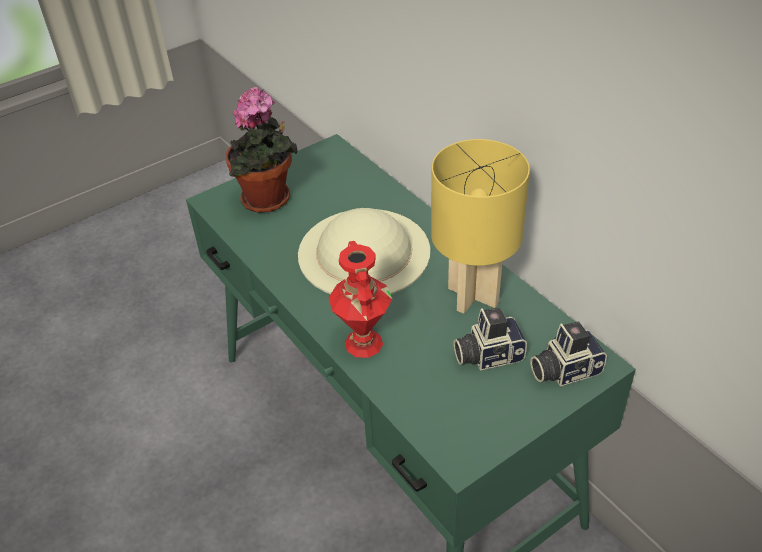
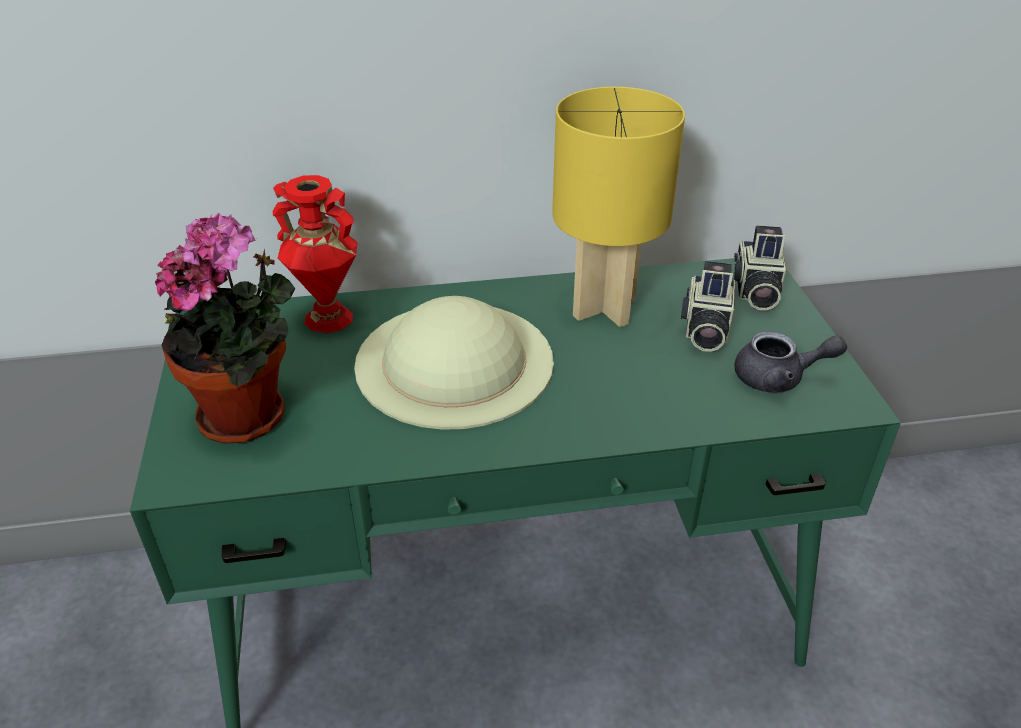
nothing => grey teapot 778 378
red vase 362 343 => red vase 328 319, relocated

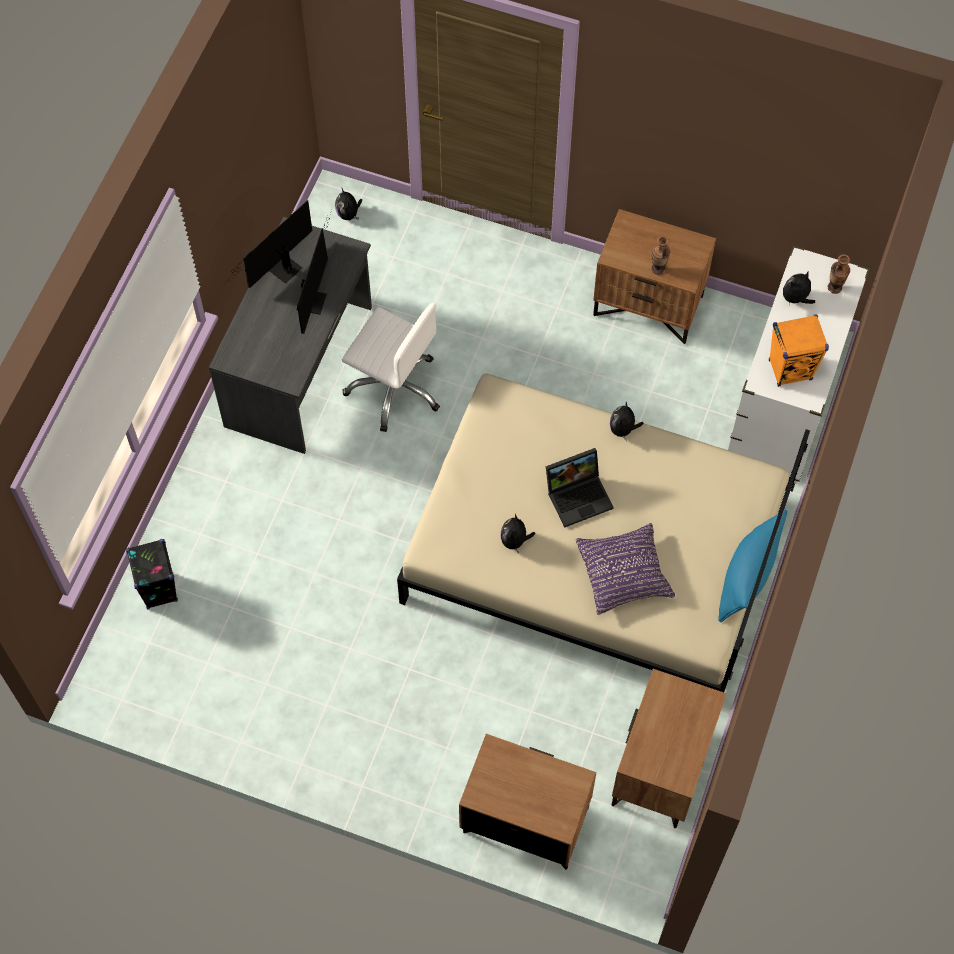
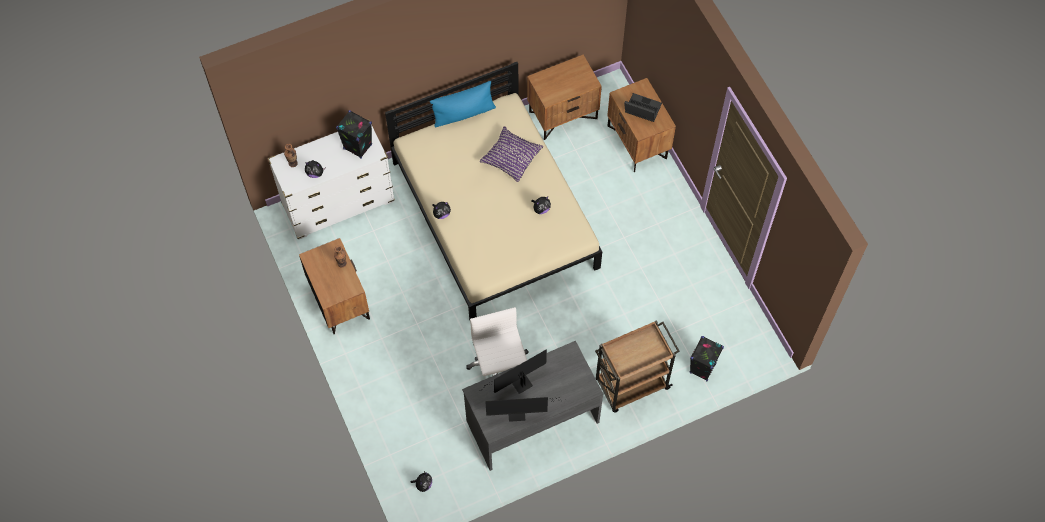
nothing => brown cart 631 385
laptop 579 495 => laptop 641 110, relocated
orange speaker 790 370 => black speaker 357 147

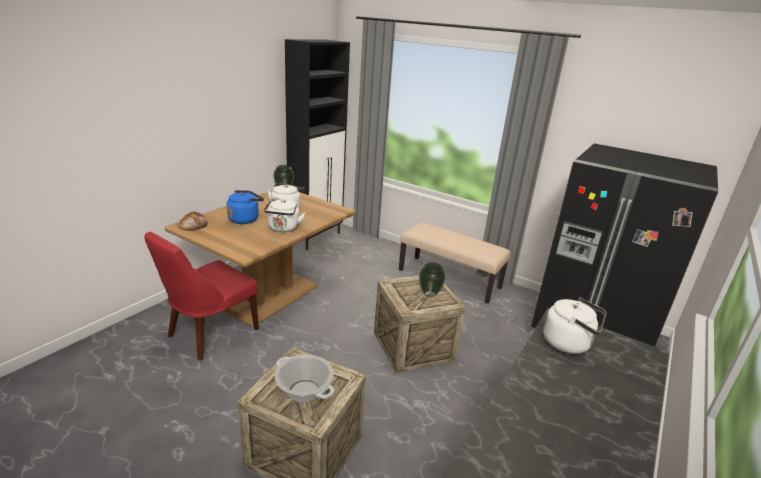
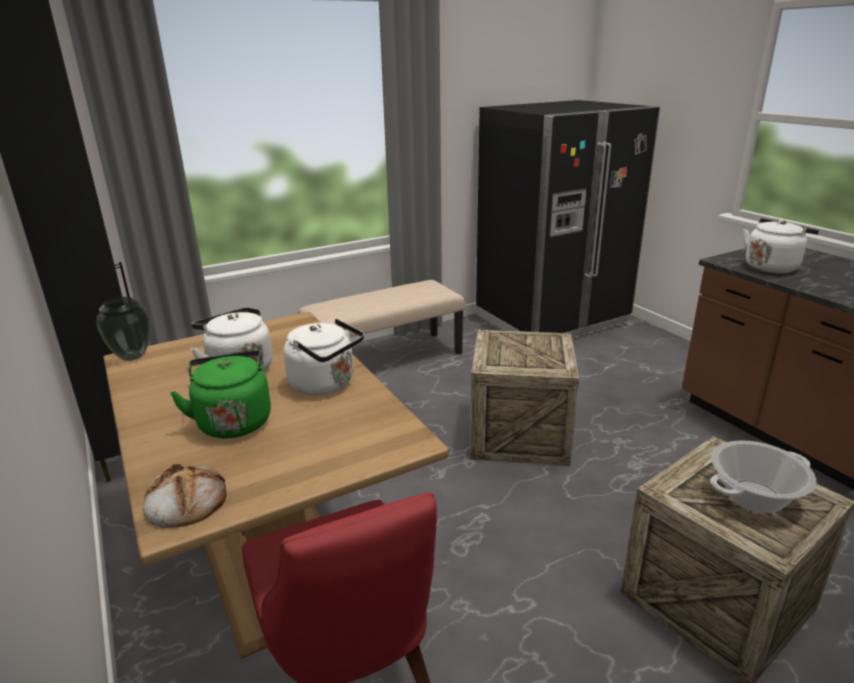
vase 429 294 => nothing
blue kettle 245 219 => green kettle 233 421

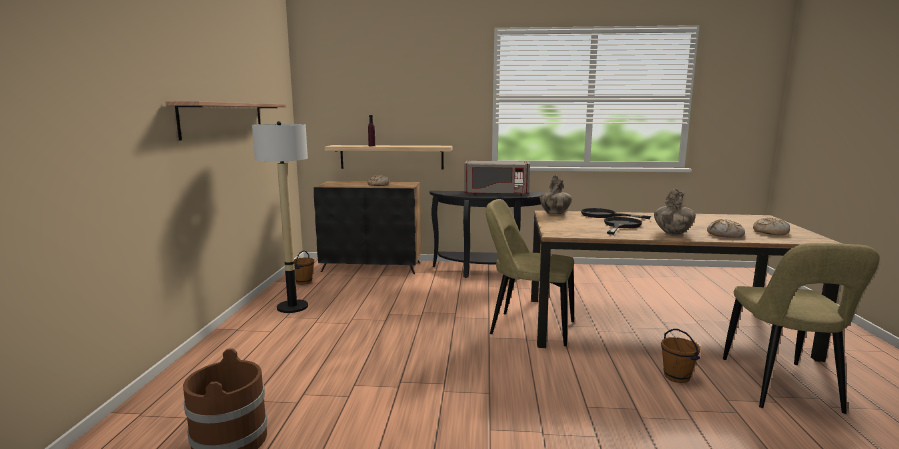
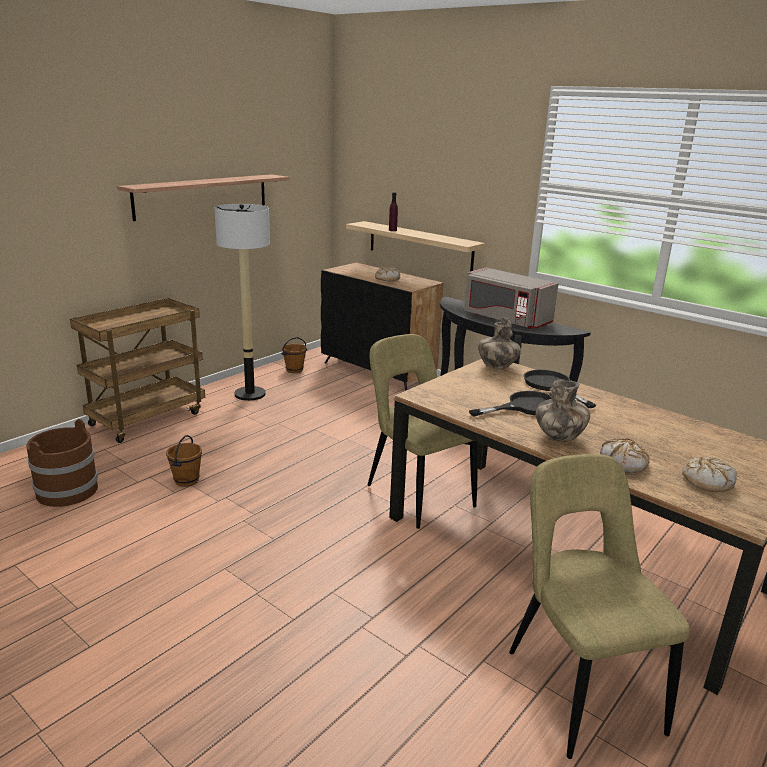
nothing => brown cart 148 418
brown bucket 677 377 => brown bucket 187 481, relocated
beige chair 781 388 => beige chair 578 685, 120 degrees clockwise

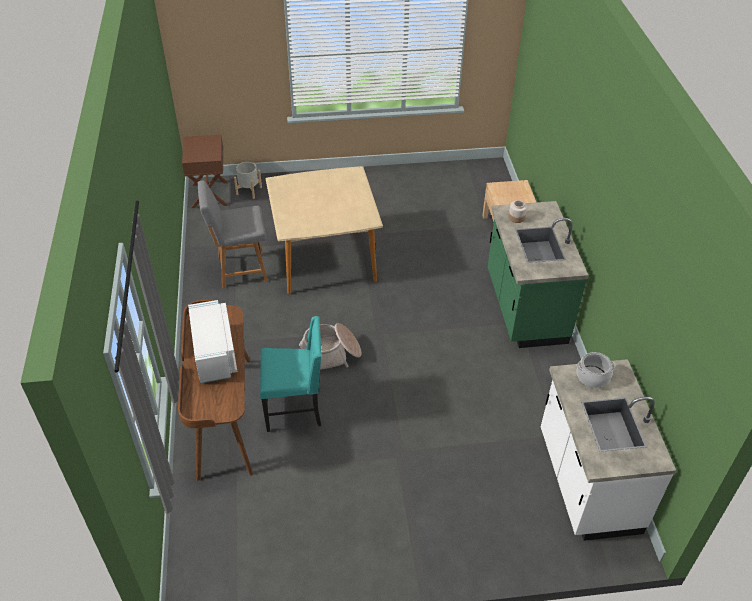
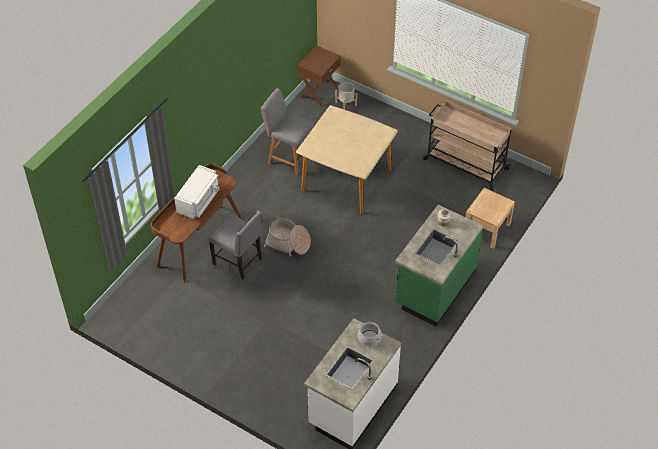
nothing => beige cart 464 164
turquoise chair 295 409 => grey chair 239 261

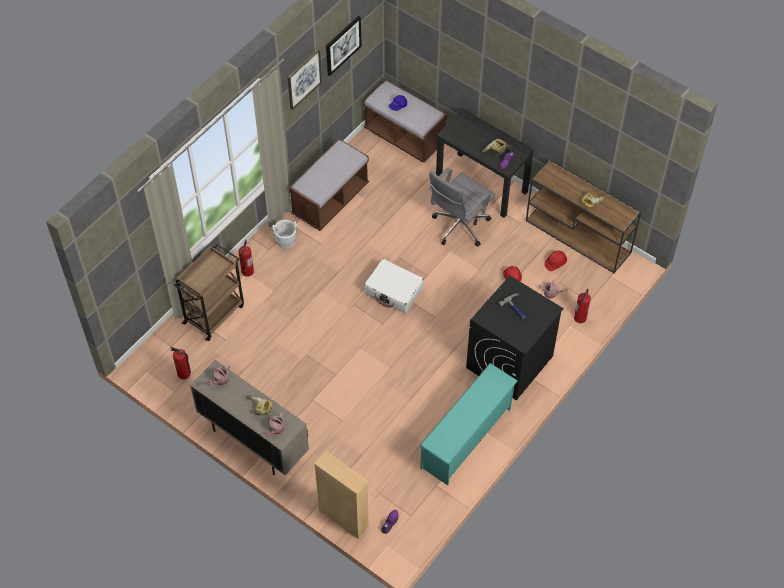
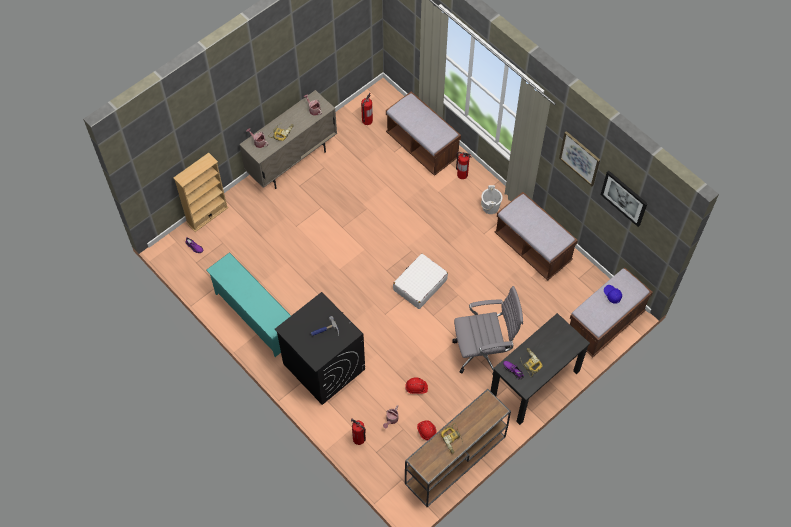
brown cart 214 313 => brown bench 422 146
grey office chair 458 227 => grey office chair 483 352, 120 degrees clockwise

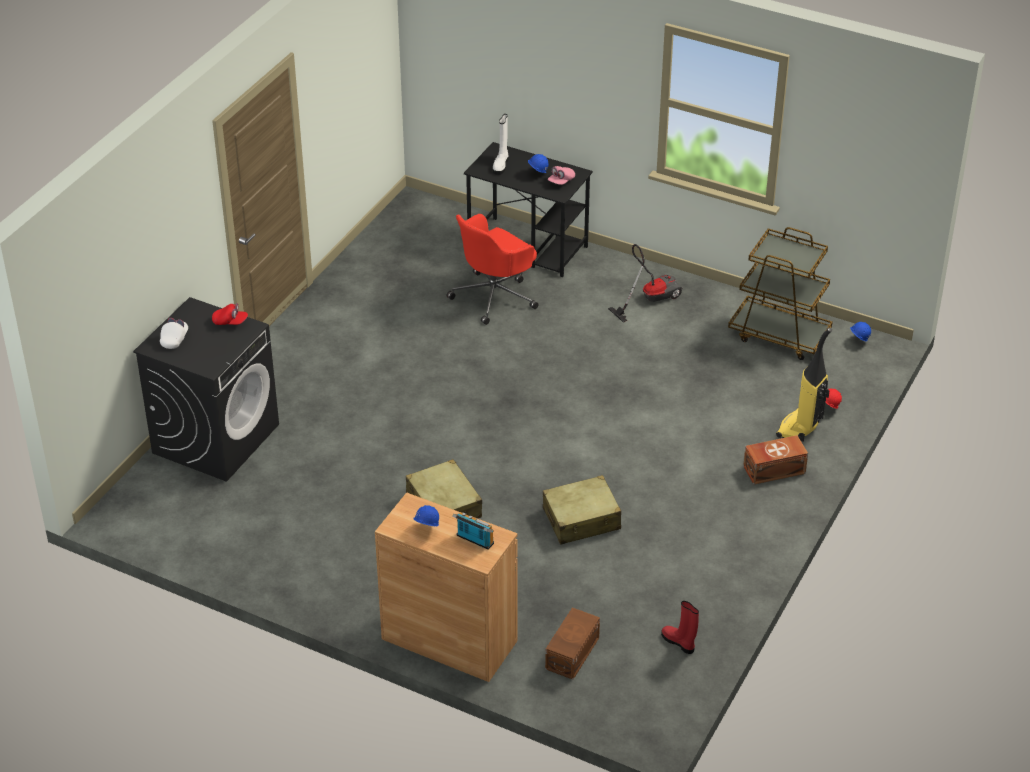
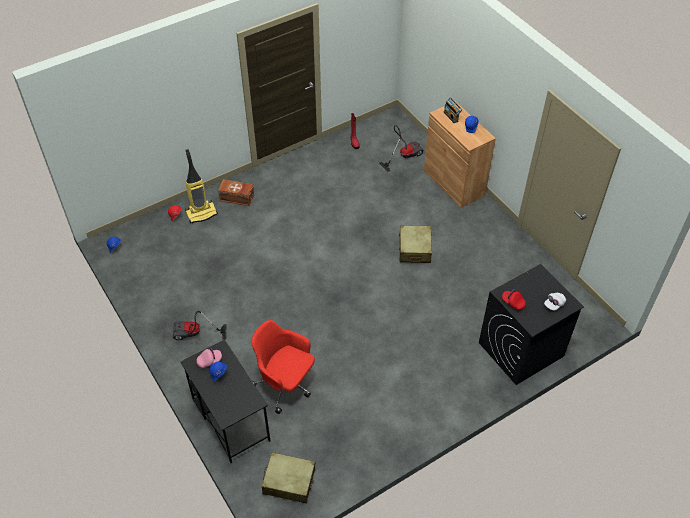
white boot 501 165 => nothing
brown cart 779 335 => nothing
beige suitcase 582 519 => beige suitcase 289 481, relocated
brown storage box 571 653 => vacuum cleaner 404 156
red office chair 495 296 => red office chair 285 384, 135 degrees counterclockwise

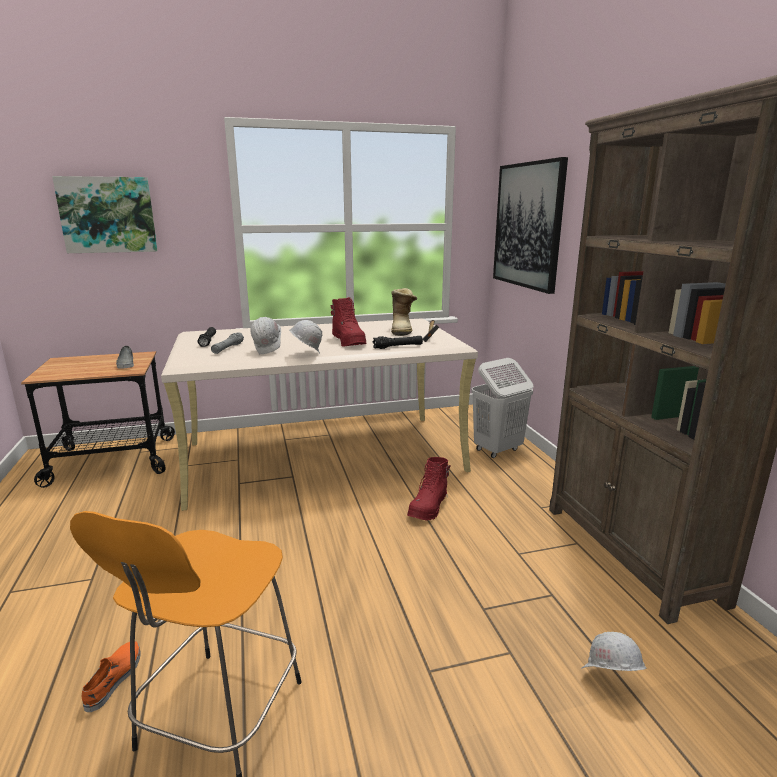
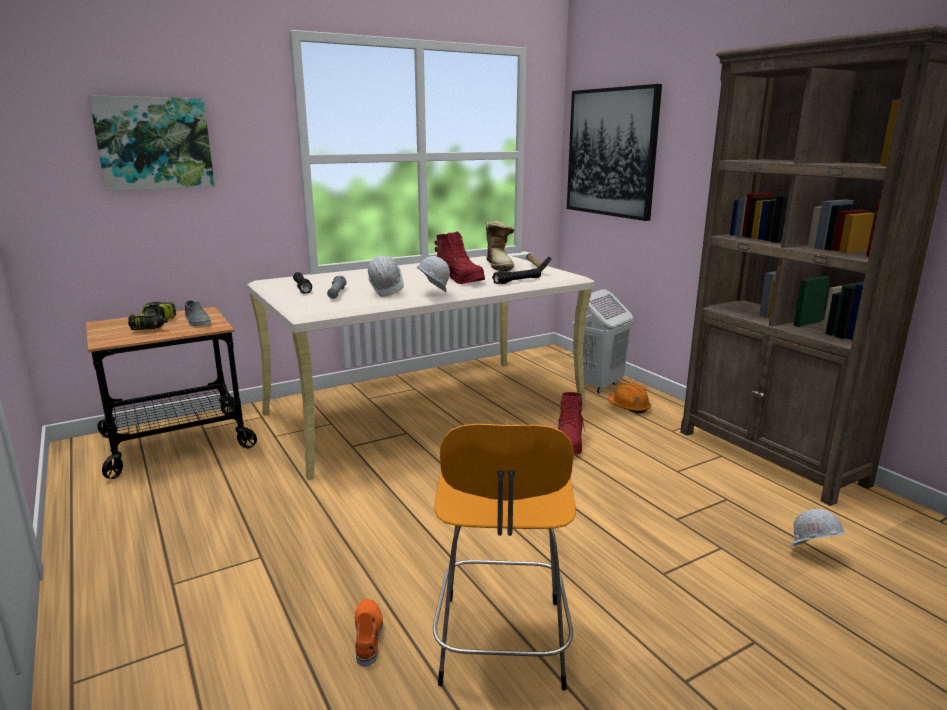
nothing => power drill 155 325
nothing => orange hard hat 629 407

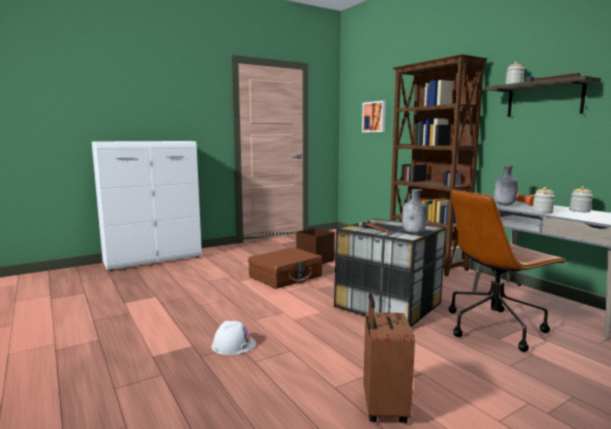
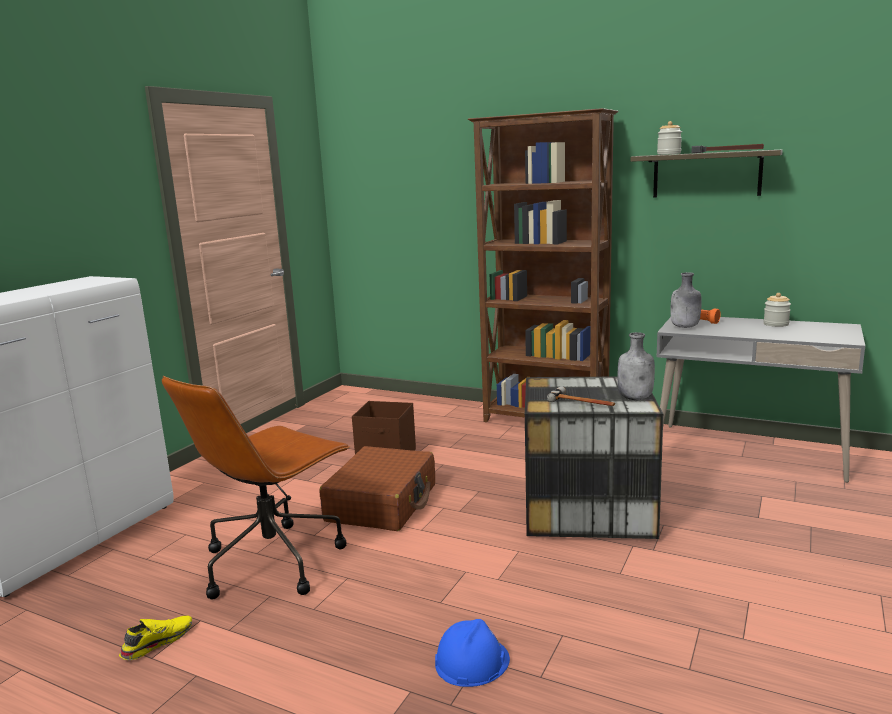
picture 374 117 => nothing
brown suitcase 383 408 => nothing
jar 542 212 => nothing
nothing => yellow shoe 157 642
brown office chair 494 327 => brown office chair 274 560, relocated
white hard hat 233 345 => blue hard hat 472 661

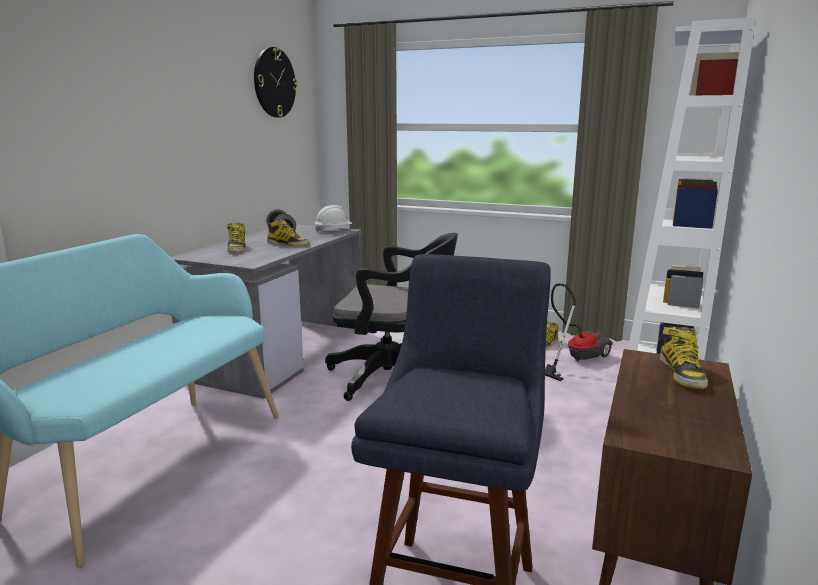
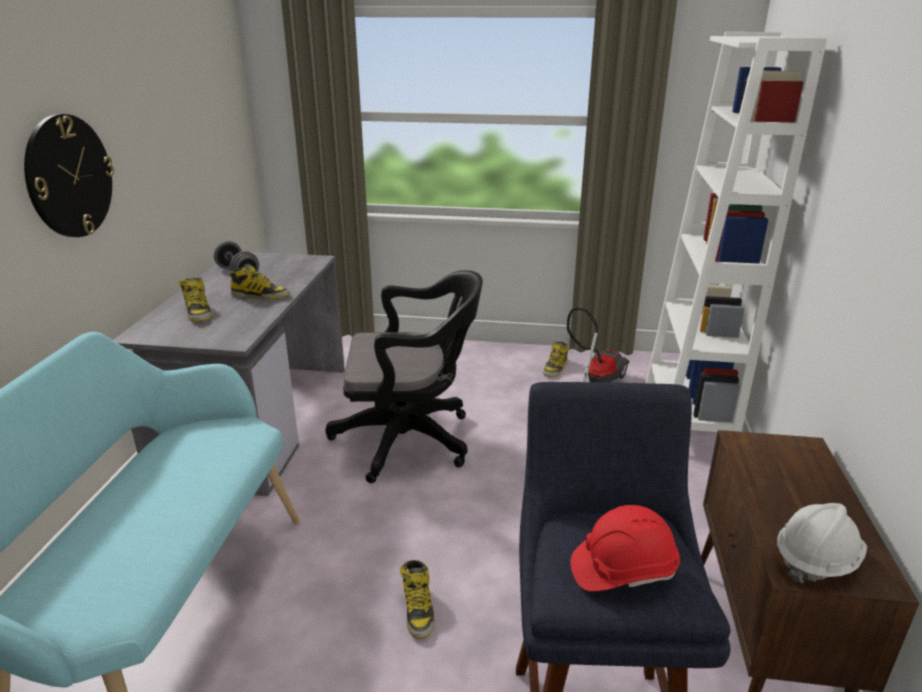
nothing => red hard hat 622 569
wall clock 274 82 => wall clock 69 176, relocated
white hard hat 333 230 => white hard hat 815 561, relocated
boot 682 374 => boot 418 609, relocated

